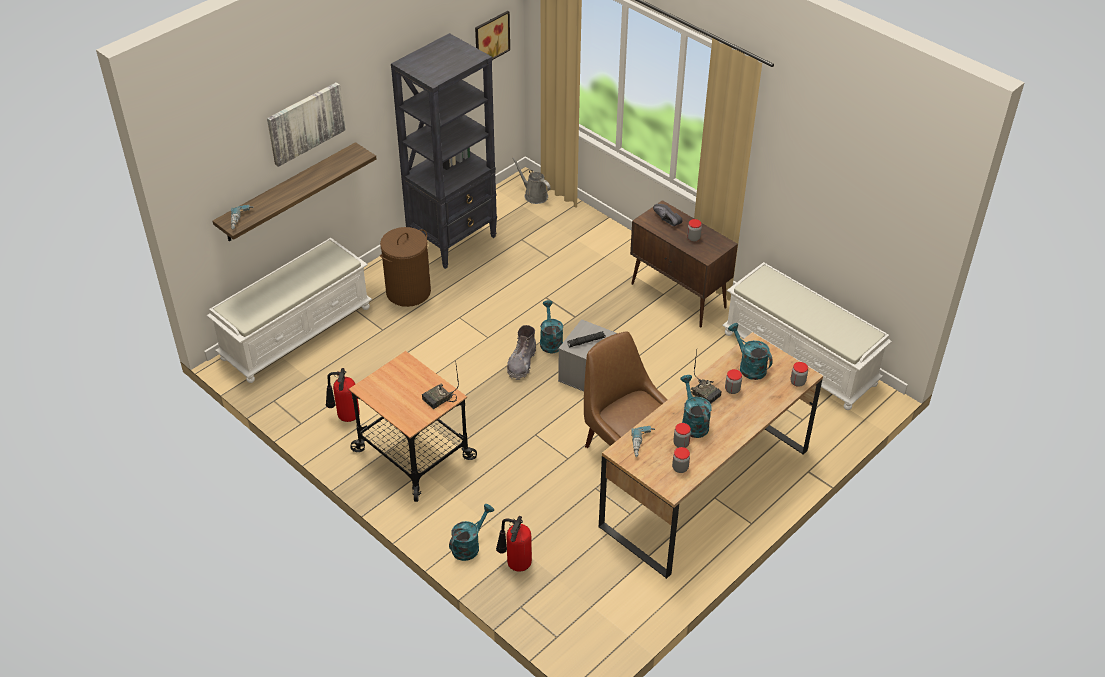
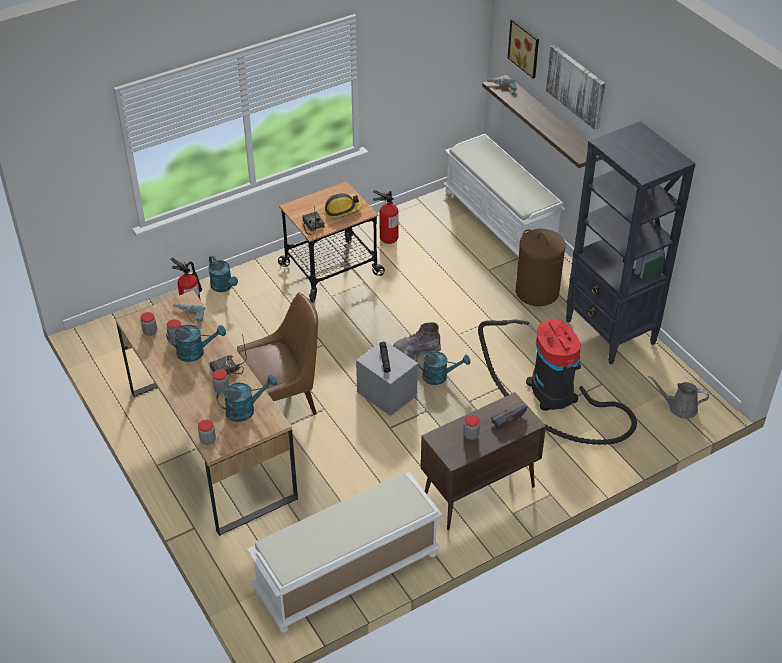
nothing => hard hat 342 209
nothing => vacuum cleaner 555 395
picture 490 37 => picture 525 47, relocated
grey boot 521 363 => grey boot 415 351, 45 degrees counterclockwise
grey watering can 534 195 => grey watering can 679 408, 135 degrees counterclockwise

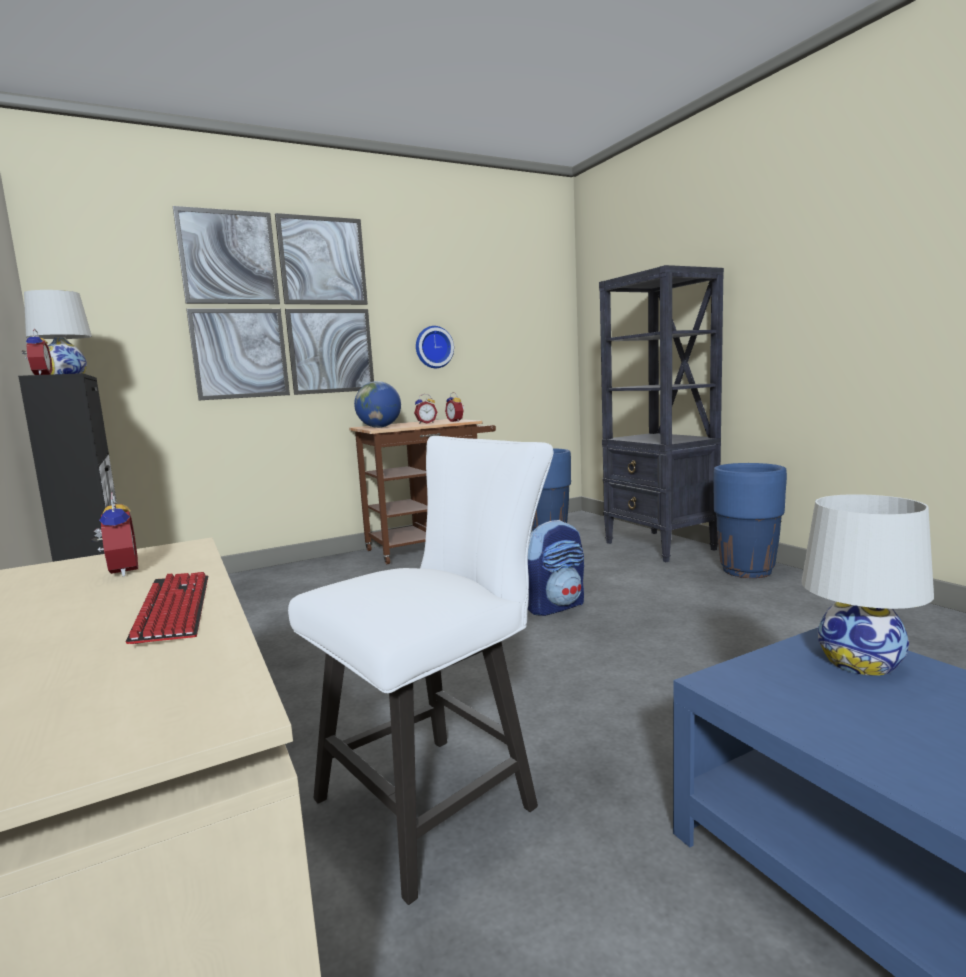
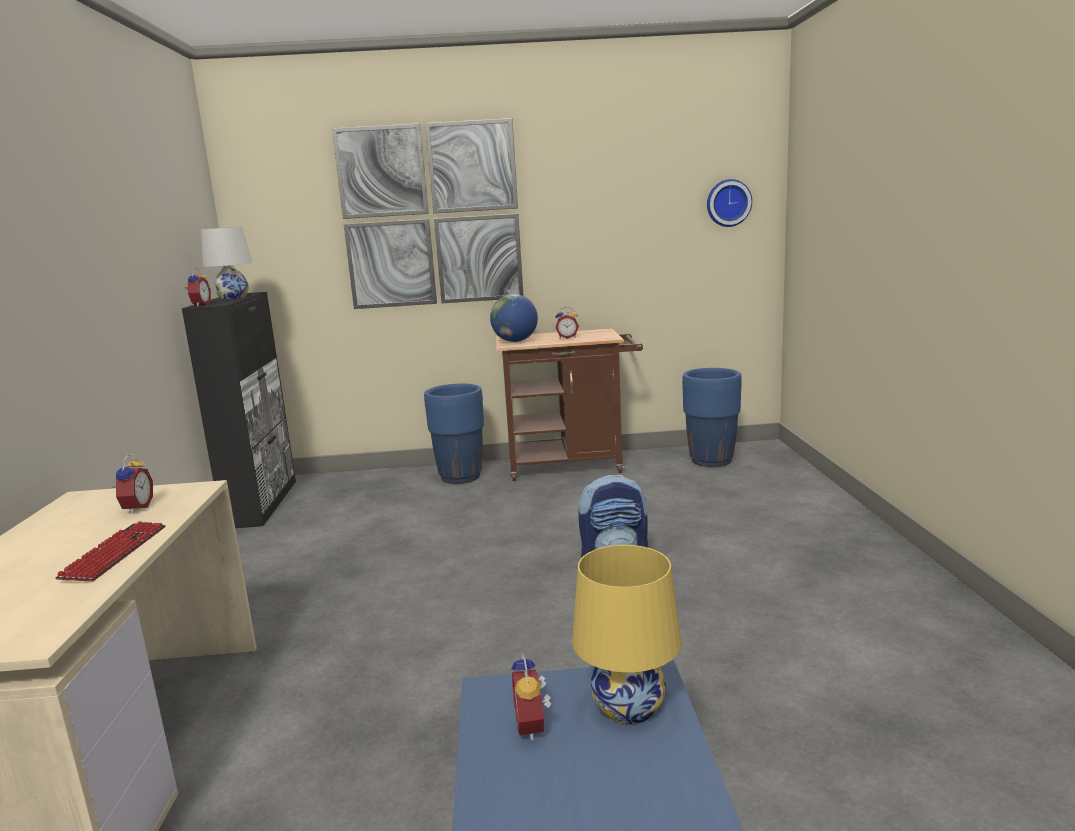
white chair 439 798 => nothing
black bookcase 660 546 => nothing
wall clock 433 347 => wall clock 728 203, relocated
alarm clock 456 421 => alarm clock 533 726, relocated
blue planter 746 571 => blue planter 460 477, relocated
white table lamp 860 662 => yellow table lamp 629 706

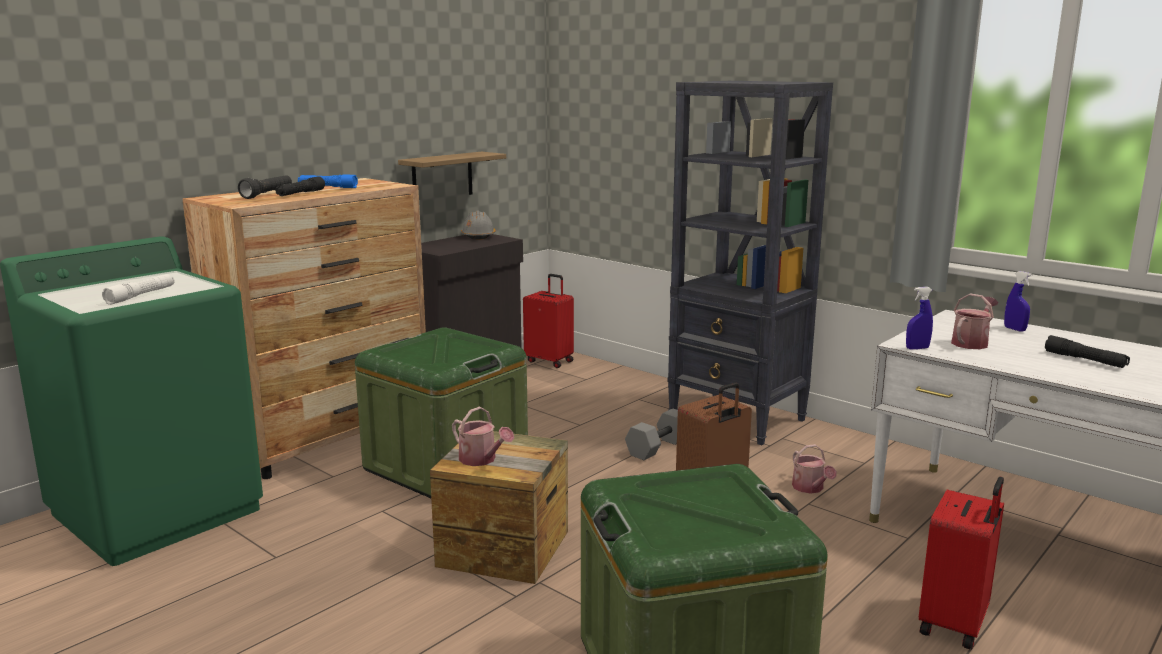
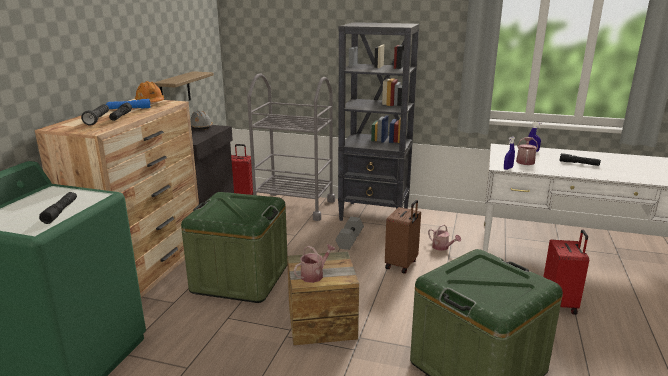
nothing => orange hard hat 150 102
nothing => grey cart 294 206
white flashlight 141 295 => black flashlight 60 212
watering can 481 460 => watering can 314 275, 60 degrees counterclockwise

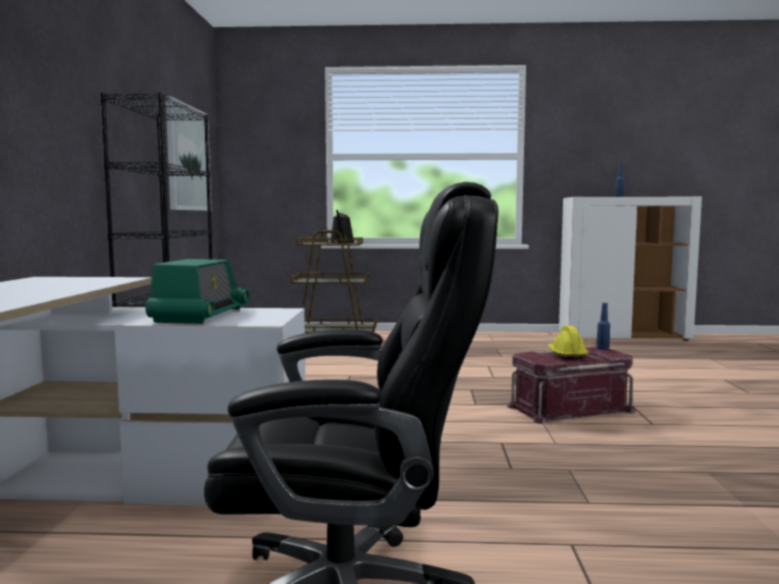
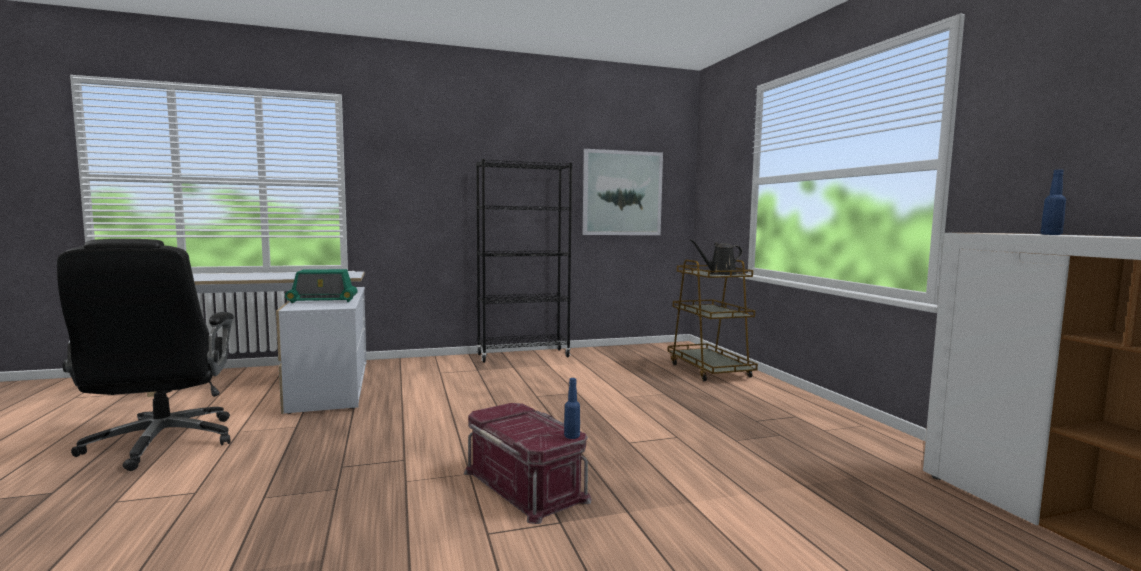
yellow hard hat 566 354 => nothing

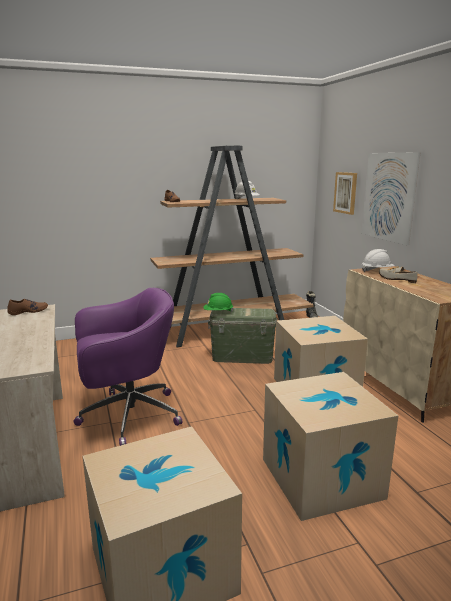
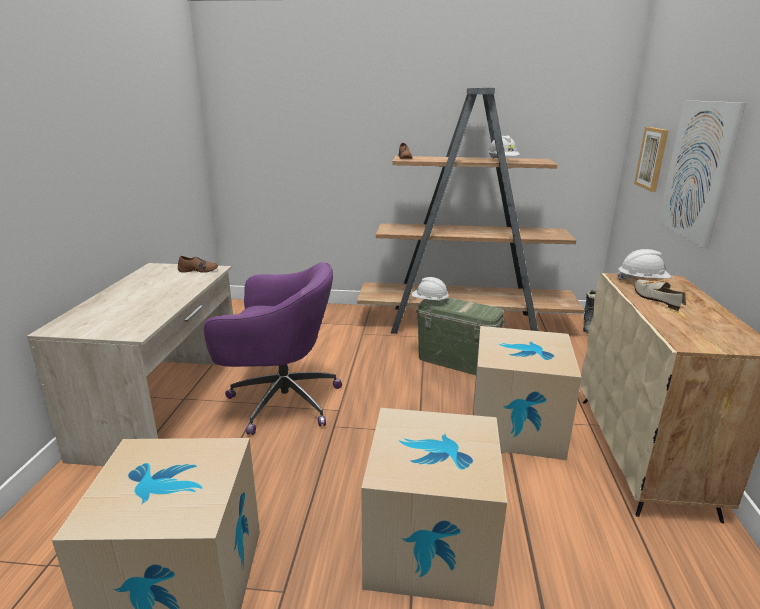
green hard hat 218 312 => white hard hat 429 301

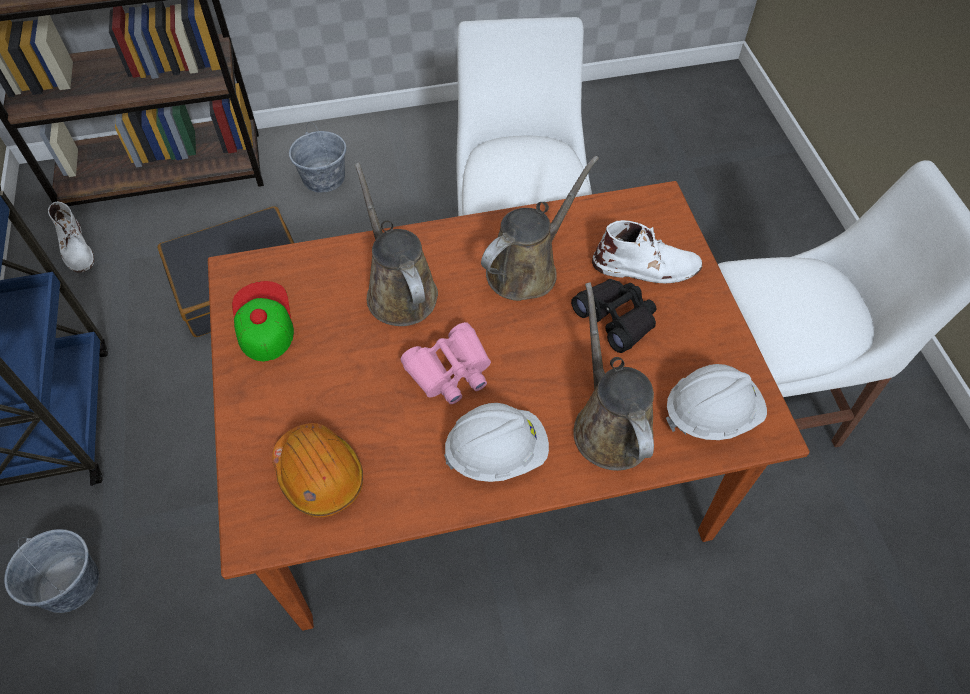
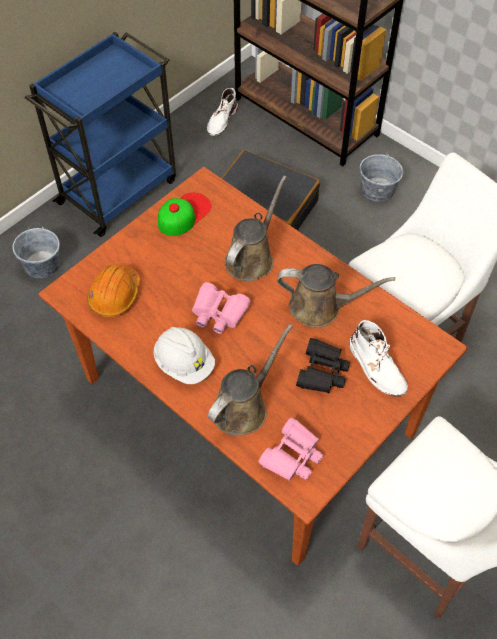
white hard hat 711 414 => pink binoculars 292 456

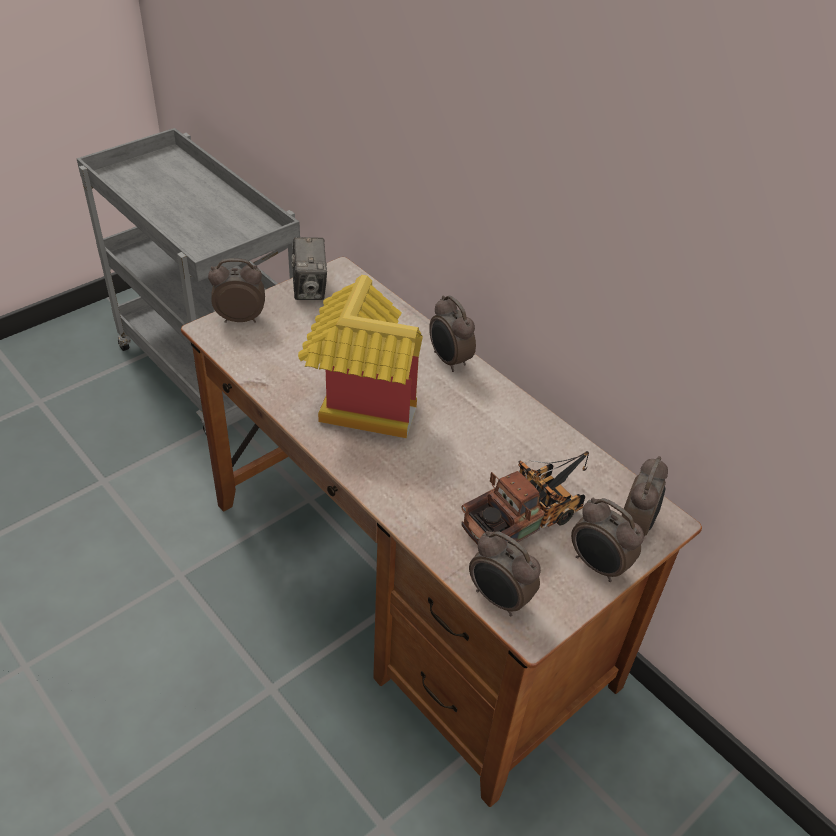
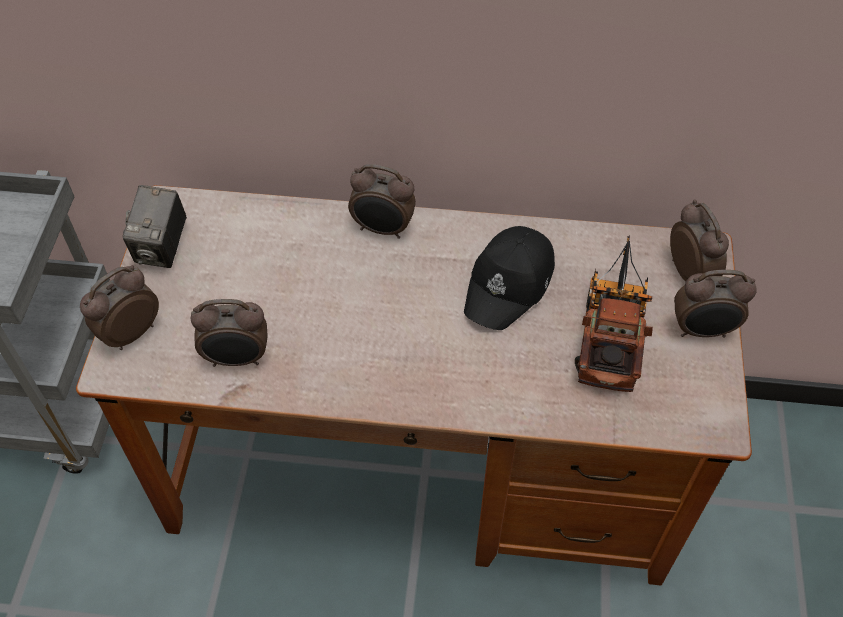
toy house 358 403 => nothing
nothing => black cap 510 284
alarm clock 499 599 => alarm clock 237 359, relocated
photo camera 310 289 => photo camera 162 248, 60 degrees clockwise

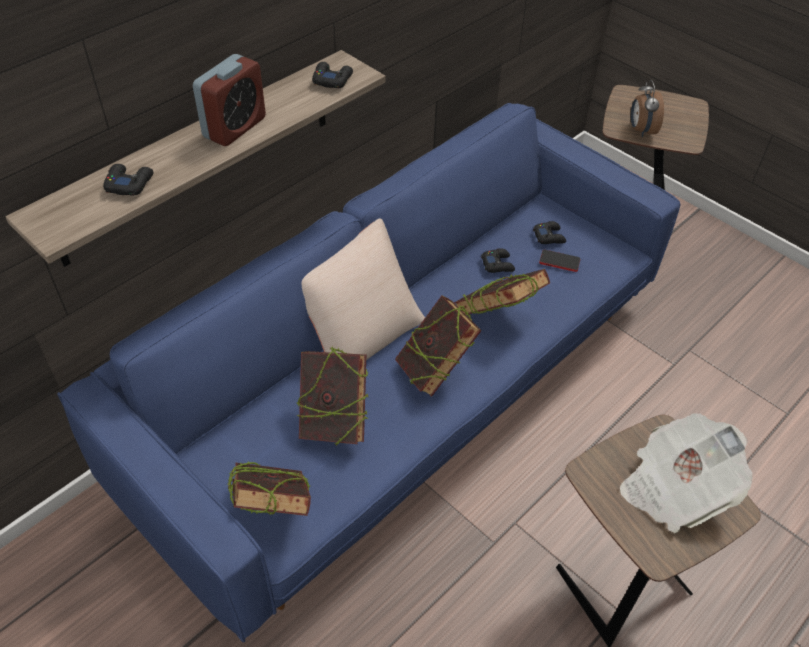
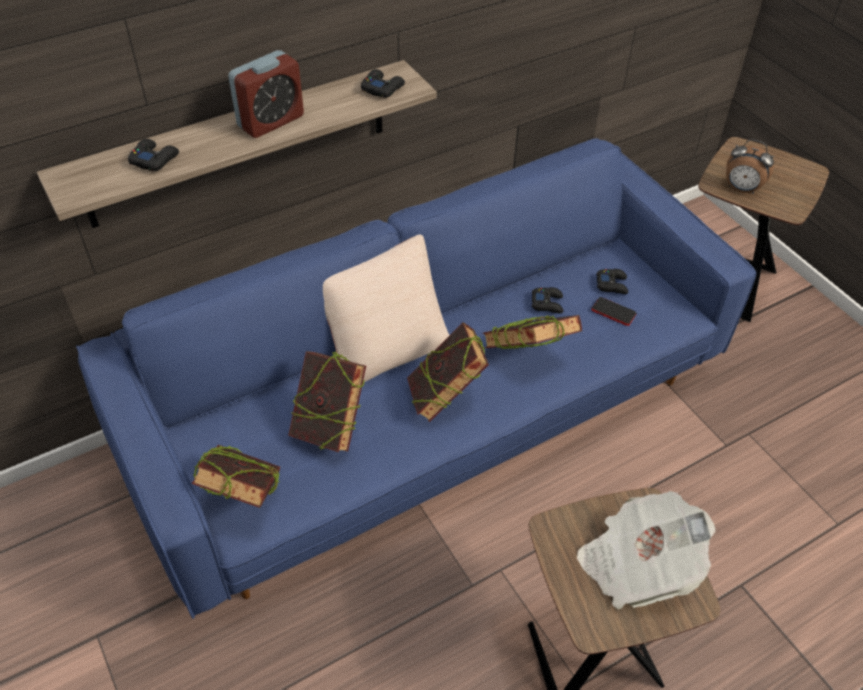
alarm clock 641 130 => alarm clock 741 189, 75 degrees counterclockwise

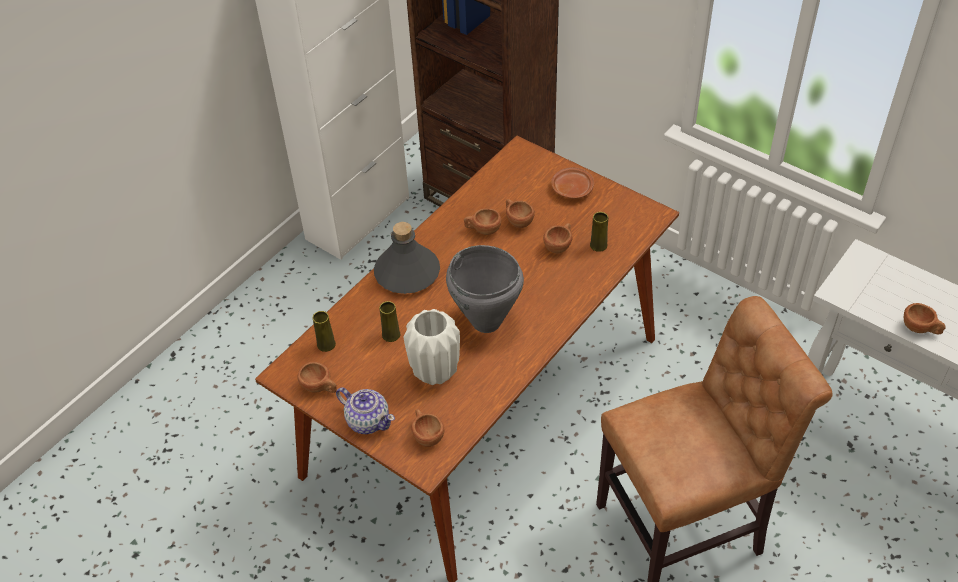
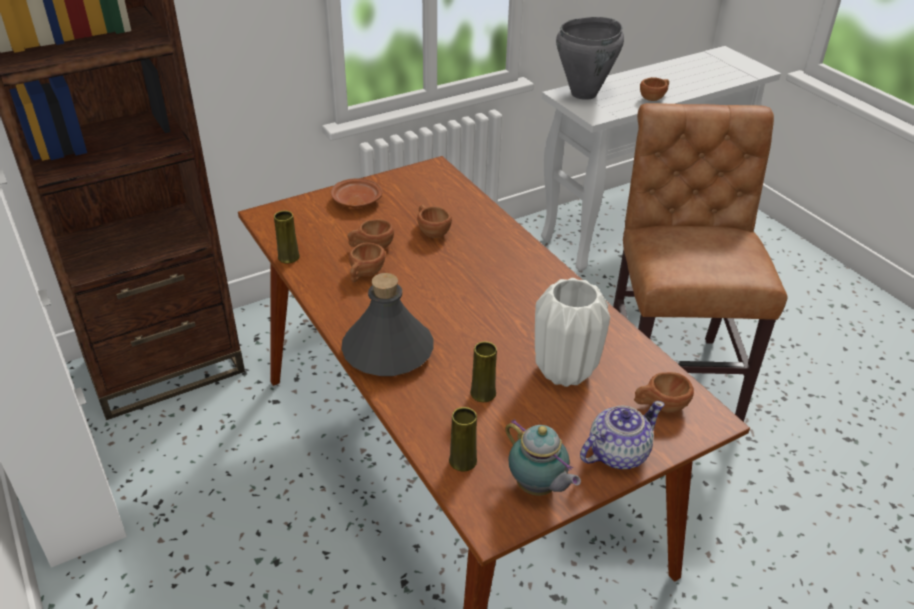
grey cooking pot 486 322 => grey cooking pot 584 94, relocated
yellow vase 598 245 => yellow vase 288 257, relocated
brown cup 320 387 => teapot 538 487

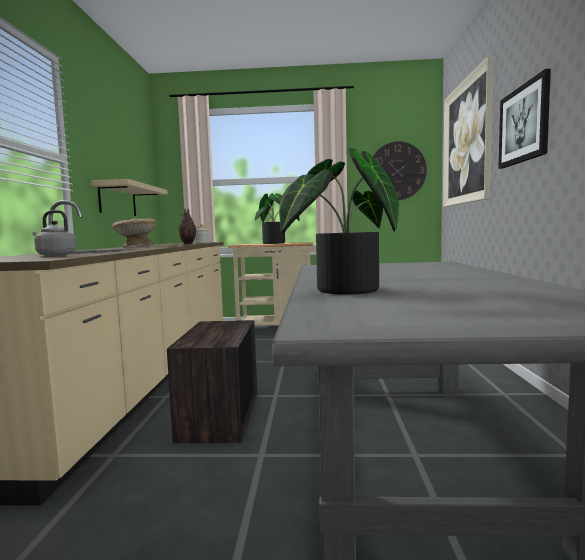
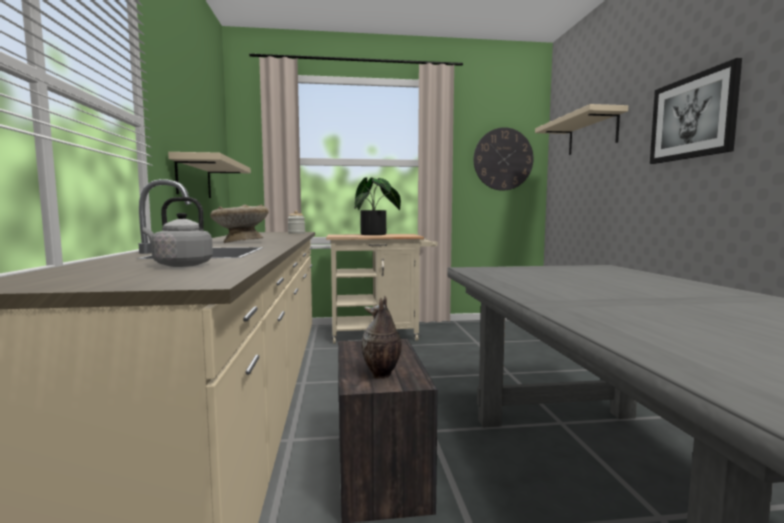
potted plant 339 291 => nothing
vase 188 244 => vase 381 375, relocated
picture 467 143 => beige shelf 592 133

